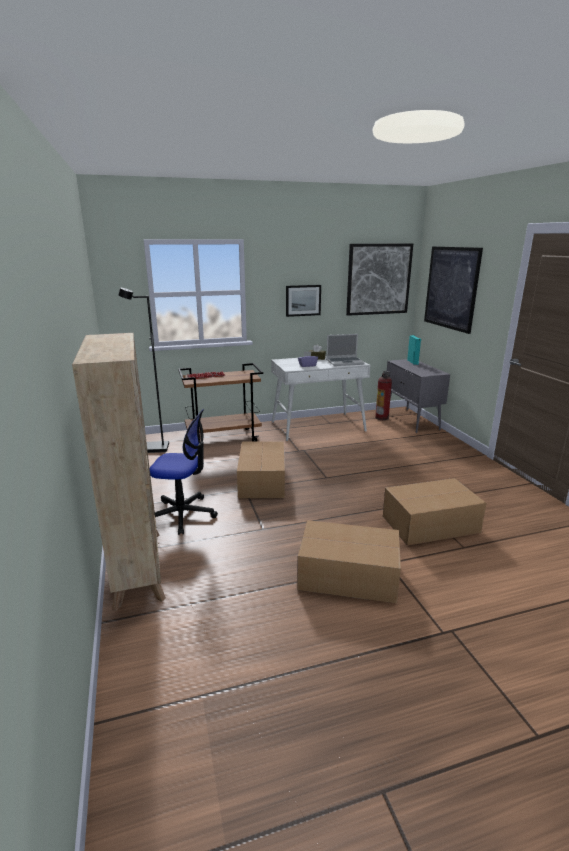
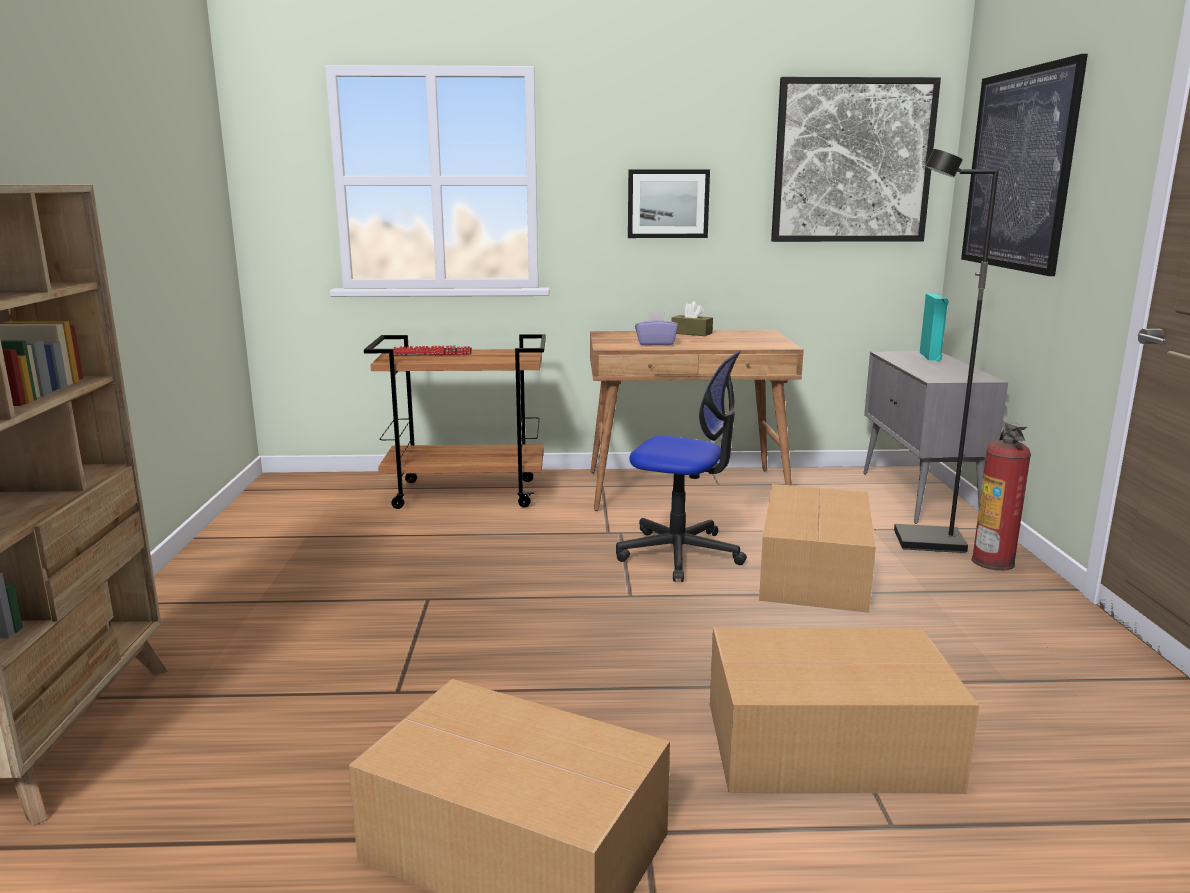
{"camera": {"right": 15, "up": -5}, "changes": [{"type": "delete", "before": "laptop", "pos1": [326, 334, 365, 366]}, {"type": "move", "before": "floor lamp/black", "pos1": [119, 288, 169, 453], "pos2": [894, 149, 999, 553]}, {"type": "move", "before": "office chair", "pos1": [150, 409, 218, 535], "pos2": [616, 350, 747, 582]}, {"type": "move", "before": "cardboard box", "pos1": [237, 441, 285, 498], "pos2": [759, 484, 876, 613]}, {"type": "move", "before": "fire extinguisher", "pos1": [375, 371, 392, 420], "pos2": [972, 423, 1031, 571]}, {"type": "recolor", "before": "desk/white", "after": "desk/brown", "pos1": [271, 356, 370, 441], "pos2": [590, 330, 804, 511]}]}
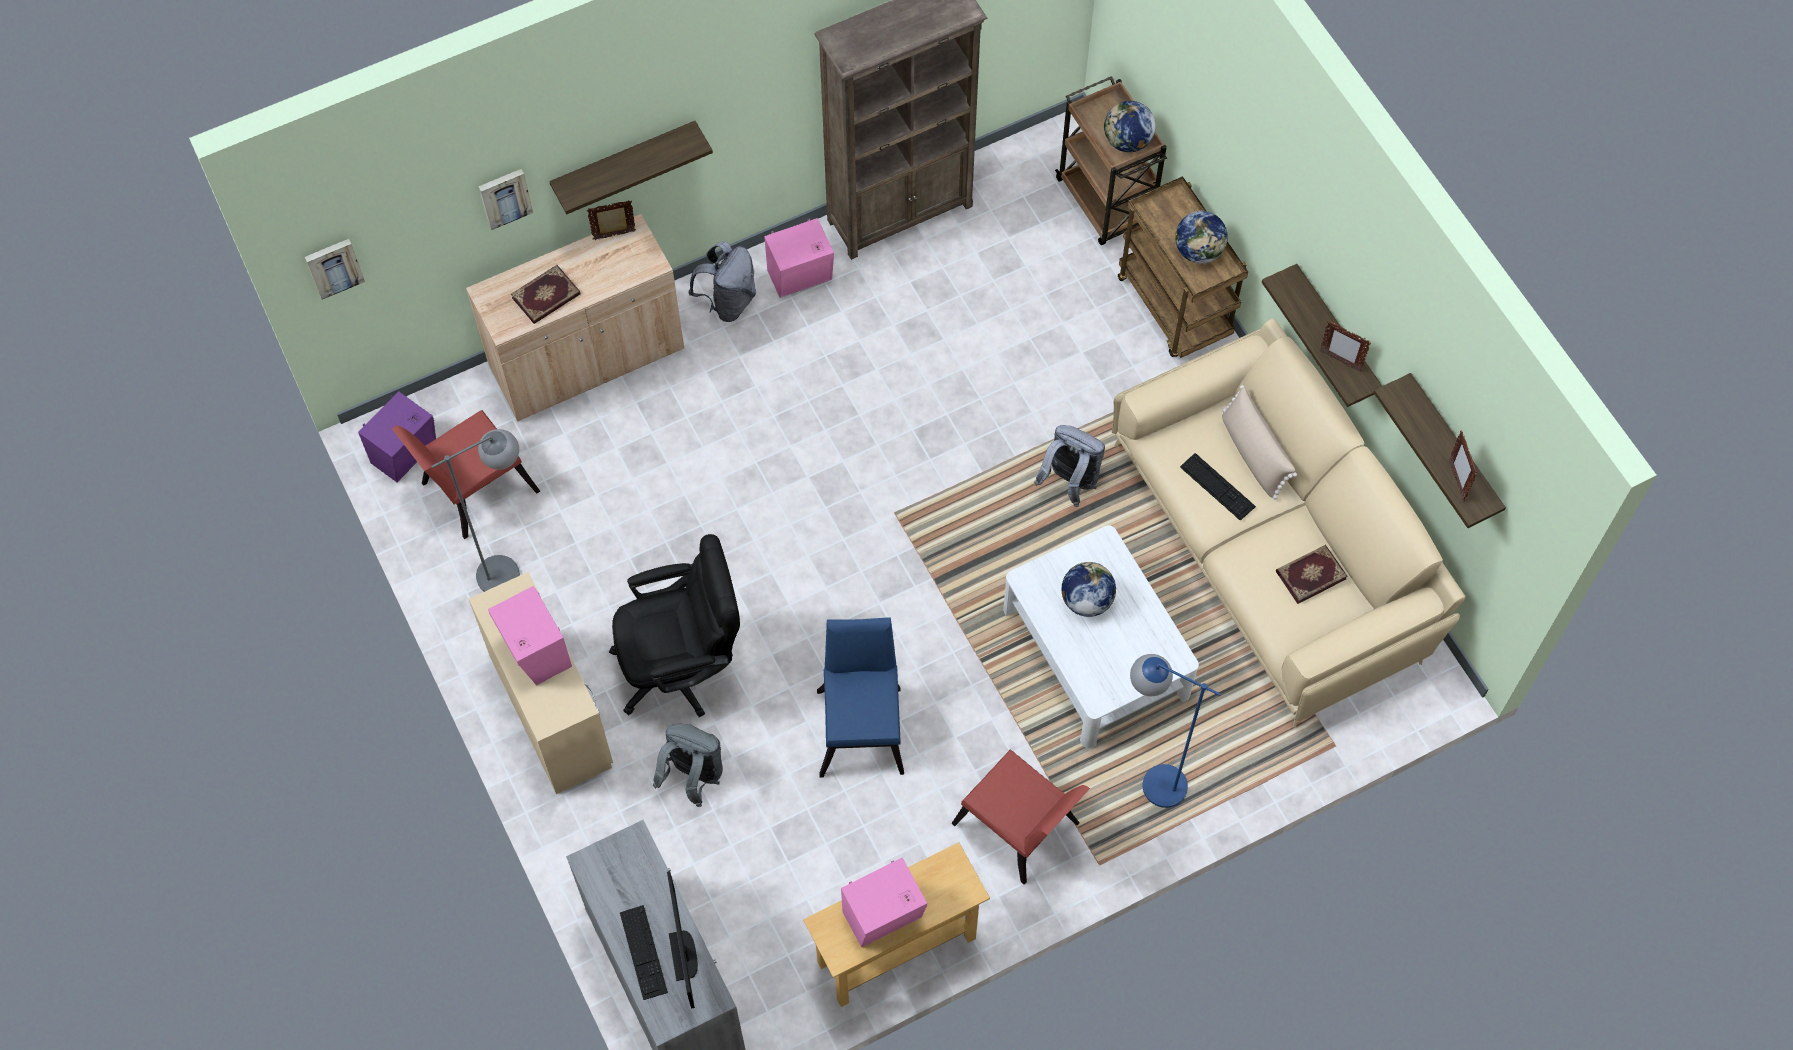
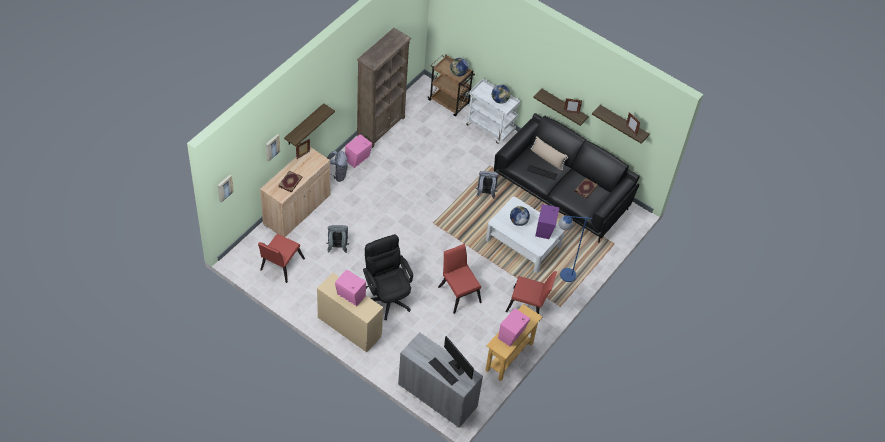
{"camera": {"right": -30, "up": -10}, "changes": [{"type": "delete", "before": "floor lamp/grey", "pos1": [431, 429, 520, 592]}, {"type": "move", "before": "speaker/purple", "pos1": [358, 391, 436, 482], "pos2": [535, 204, 559, 239]}, {"type": "move", "before": "backpack/grey", "pos1": [653, 724, 723, 807], "pos2": [326, 225, 349, 253]}, {"type": "recolor", "before": "chair/blue", "after": "chair/red", "pos1": [817, 617, 904, 778], "pos2": [438, 244, 482, 314]}, {"type": "recolor", "before": "sofa/beige", "after": "sofa/black", "pos1": [1112, 319, 1466, 728], "pos2": [494, 113, 640, 243]}, {"type": "recolor", "before": "cart/brown", "after": "cart/white", "pos1": [1118, 176, 1248, 358], "pos2": [466, 79, 520, 144]}, {"type": "rotate", "before": "office chair/black", "pos1": [609, 534, 740, 717], "pos2": [363, 234, 413, 320], "turn": -75}]}
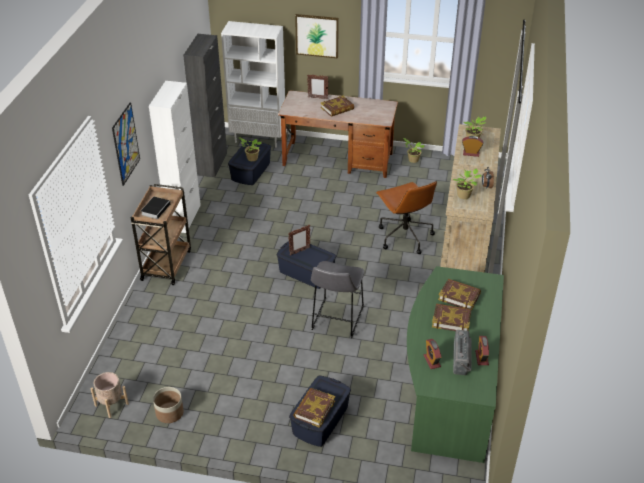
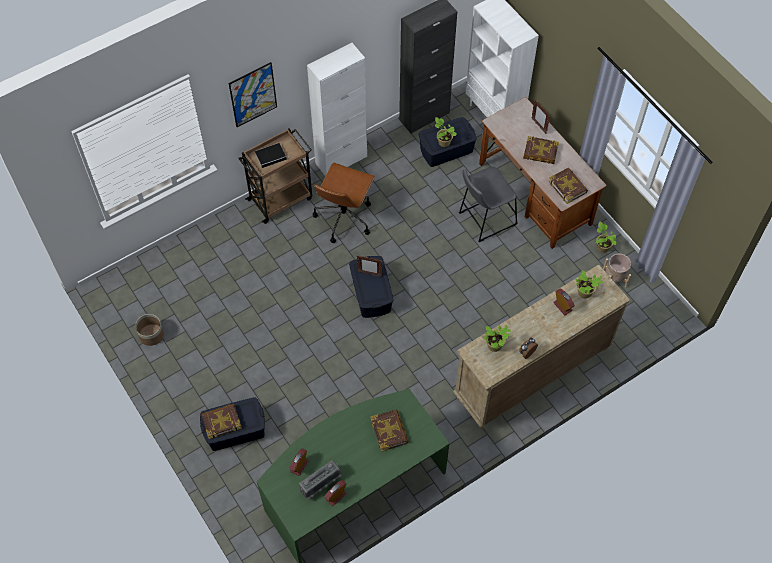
{"camera": {"right": 45, "up": 20}, "changes": [{"type": "delete", "before": "picture", "pos1": [295, 14, 339, 58]}, {"type": "move", "before": "planter/beige", "pos1": [90, 372, 129, 418], "pos2": [603, 254, 631, 288]}, {"type": "move", "before": "stool/grey", "pos1": [311, 261, 365, 338], "pos2": [459, 167, 518, 242]}, {"type": "move", "before": "office chair/brown", "pos1": [376, 181, 437, 254], "pos2": [313, 163, 375, 243]}, {"type": "move", "before": "book", "pos1": [432, 304, 471, 331], "pos2": [548, 167, 588, 204]}]}
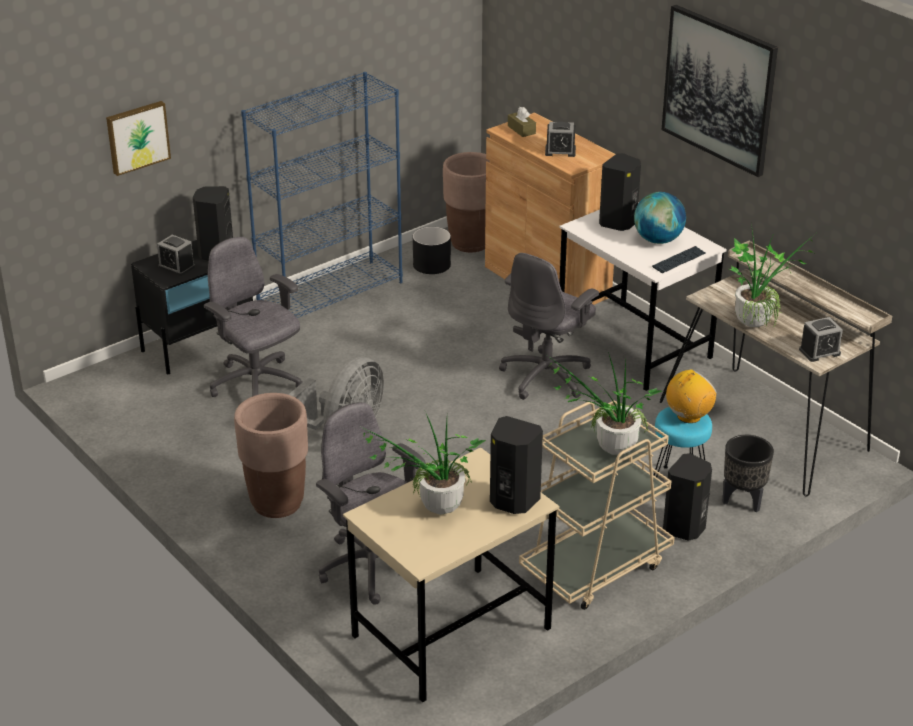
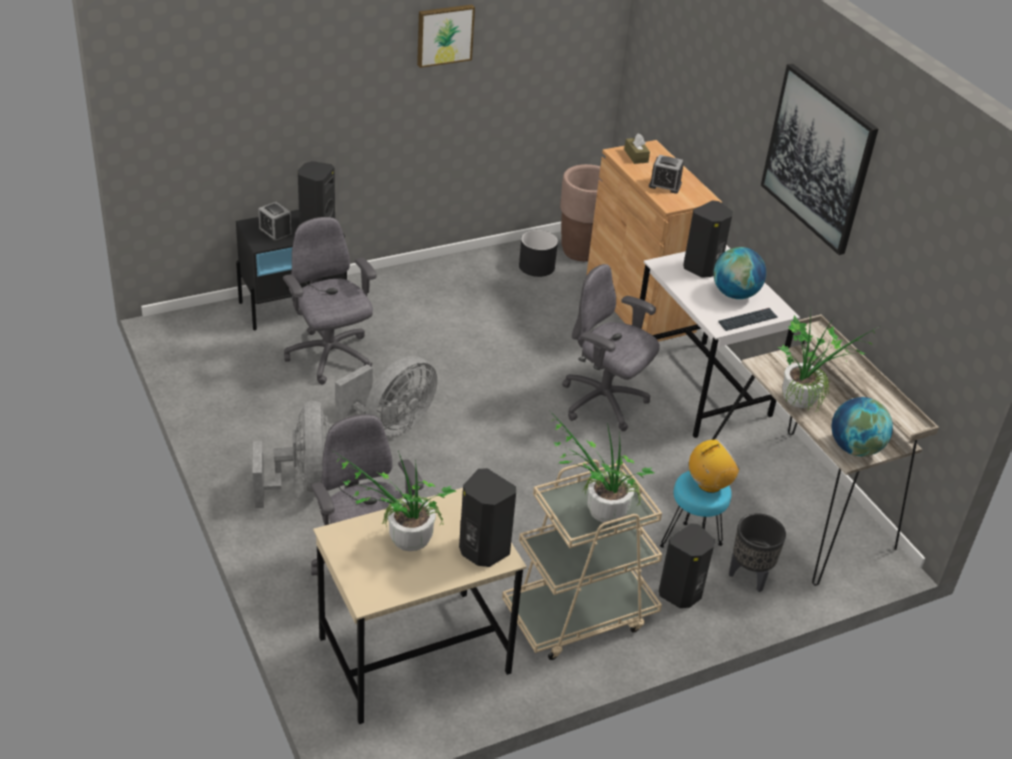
{"camera": {"right": 10, "up": 5}, "changes": [{"type": "delete", "before": "bookcase/blue", "pos1": [241, 72, 403, 318]}, {"type": "move", "before": "picture", "pos1": [106, 101, 171, 176], "pos2": [417, 4, 475, 68]}, {"type": "replace", "before": "planter/brown", "after": "fan/grey", "pos1": [234, 393, 308, 518], "pos2": [253, 401, 330, 508]}, {"type": "replace", "before": "alarm clock", "after": "globe", "pos1": [799, 317, 843, 362], "pos2": [832, 397, 893, 456]}, {"type": "rotate", "before": "office chair/grey", "pos1": [499, 253, 599, 400], "pos2": [562, 264, 660, 431], "turn": 75}]}
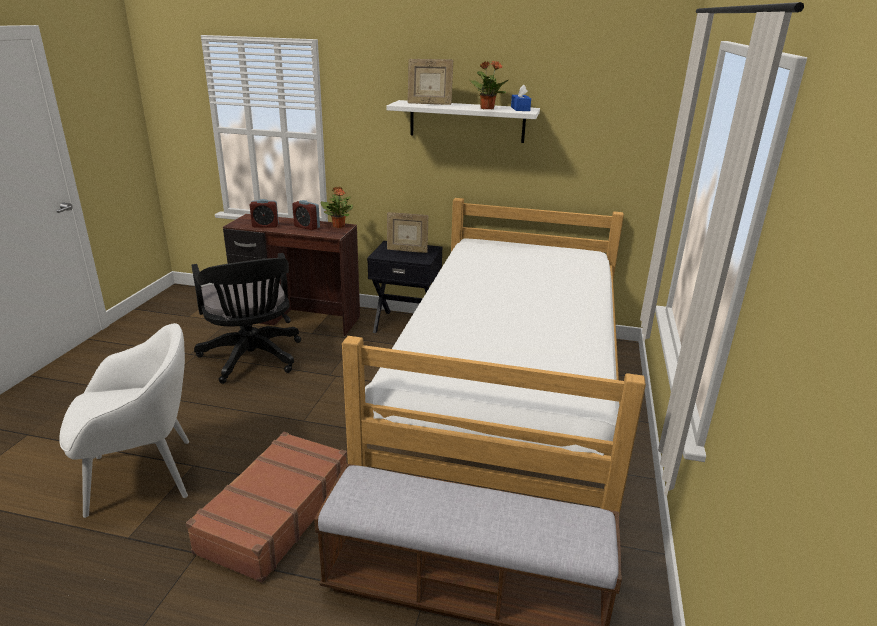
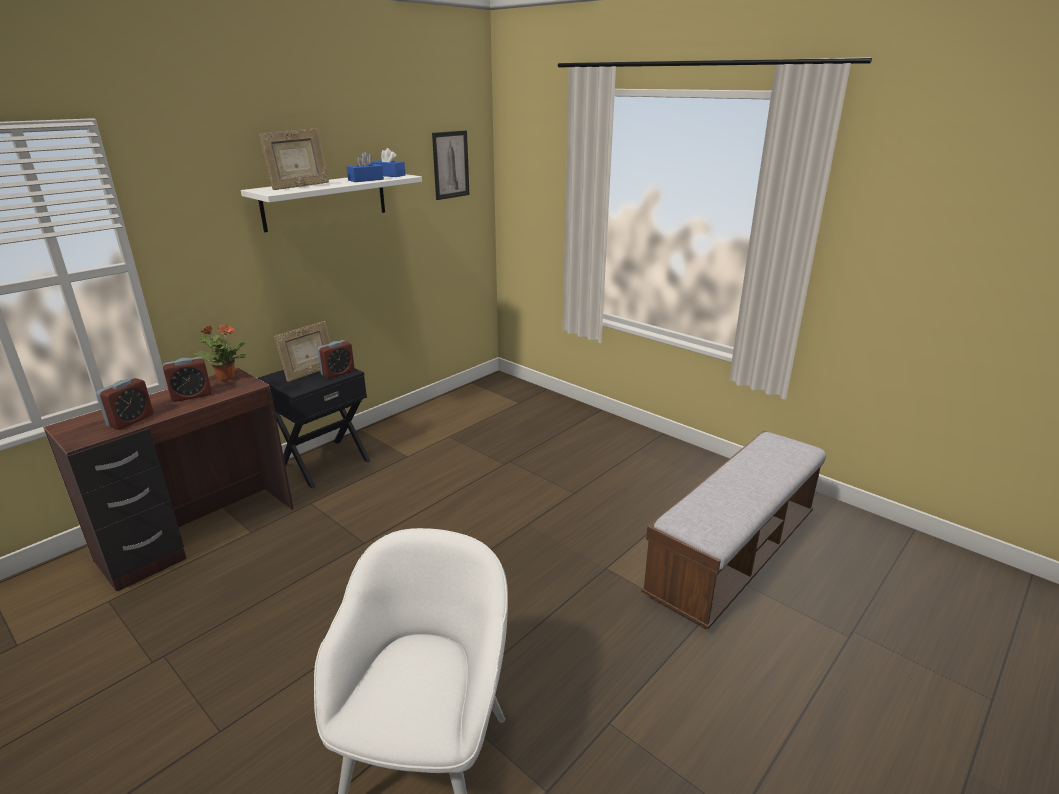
{"camera": {"right": -60, "up": 0}, "changes": [{"type": "delete", "before": "suitcase/brown", "pos1": [186, 432, 347, 583]}, {"type": "delete", "before": "office chair/black", "pos1": [191, 253, 301, 384]}, {"type": "delete", "before": "bed", "pos1": [342, 198, 646, 514]}, {"type": "insert", "after": "alarm clock", "pos2": [317, 340, 355, 379]}, {"type": "insert", "after": "picture", "pos2": [432, 130, 469, 200]}, {"type": "replace", "before": "potted plant", "after": "tissue box/blue", "pos1": [469, 61, 508, 110], "pos2": [347, 152, 384, 182]}]}
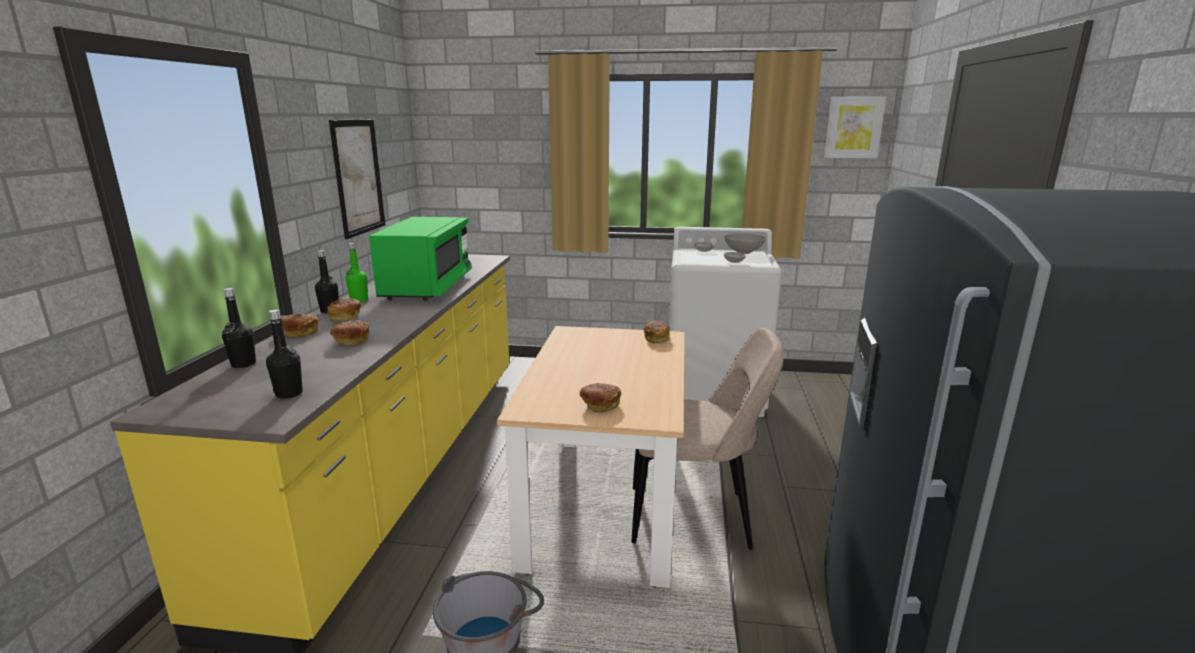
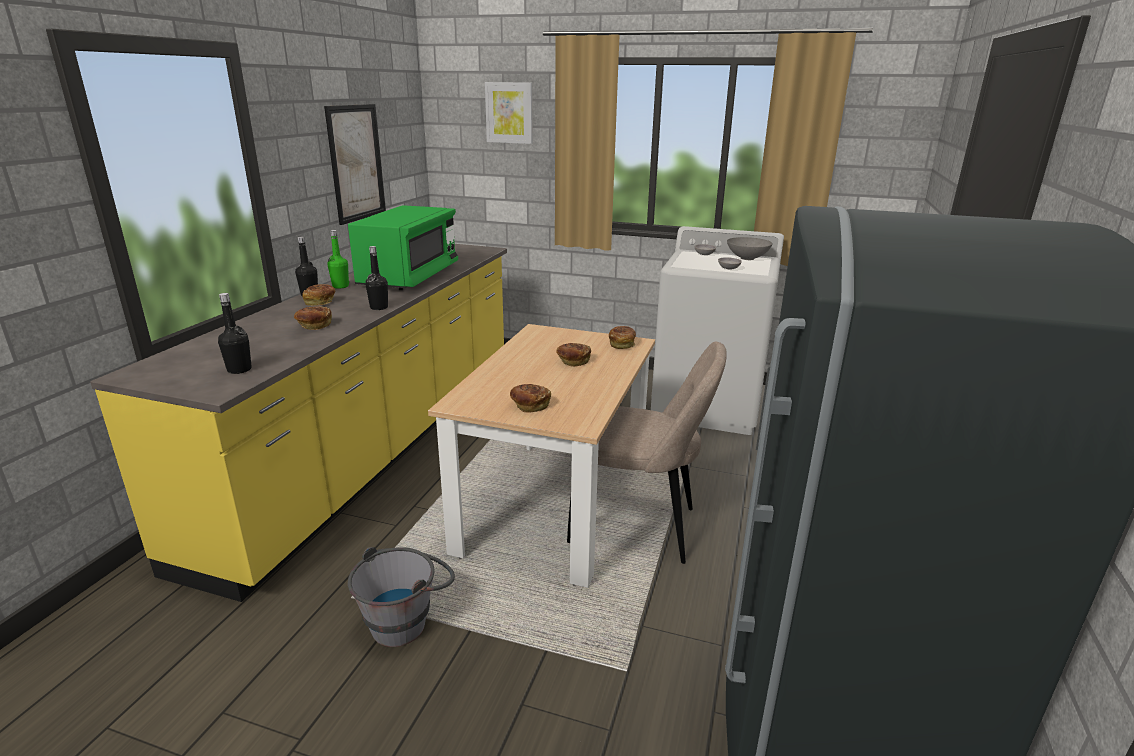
{"camera": {"right": 10, "up": 5}, "changes": [{"type": "move", "before": "bottle/black", "pos1": [222, 288, 256, 368], "pos2": [365, 246, 388, 310]}, {"type": "move", "before": "bread", "pos1": [281, 314, 318, 338], "pos2": [556, 343, 591, 367]}, {"type": "move", "before": "picture", "pos1": [824, 96, 886, 158], "pos2": [485, 82, 533, 144]}]}
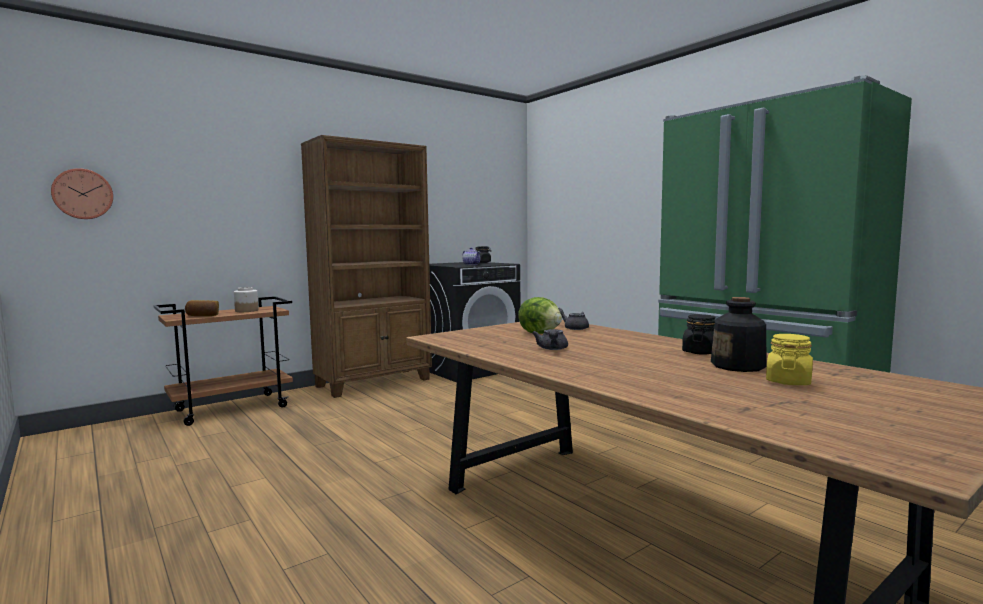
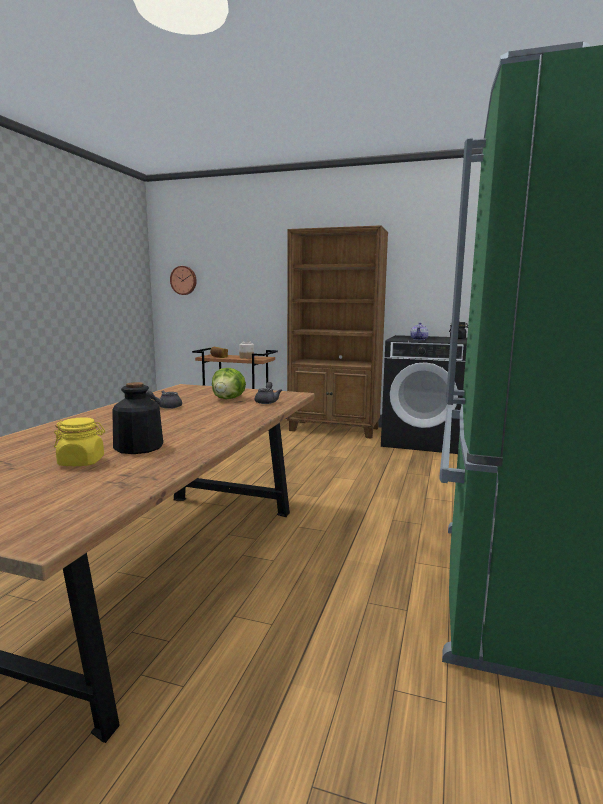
{"camera": {"right": 55, "up": 5}, "changes": [{"type": "delete", "before": "jar/black", "pos1": [682, 314, 716, 355]}]}
